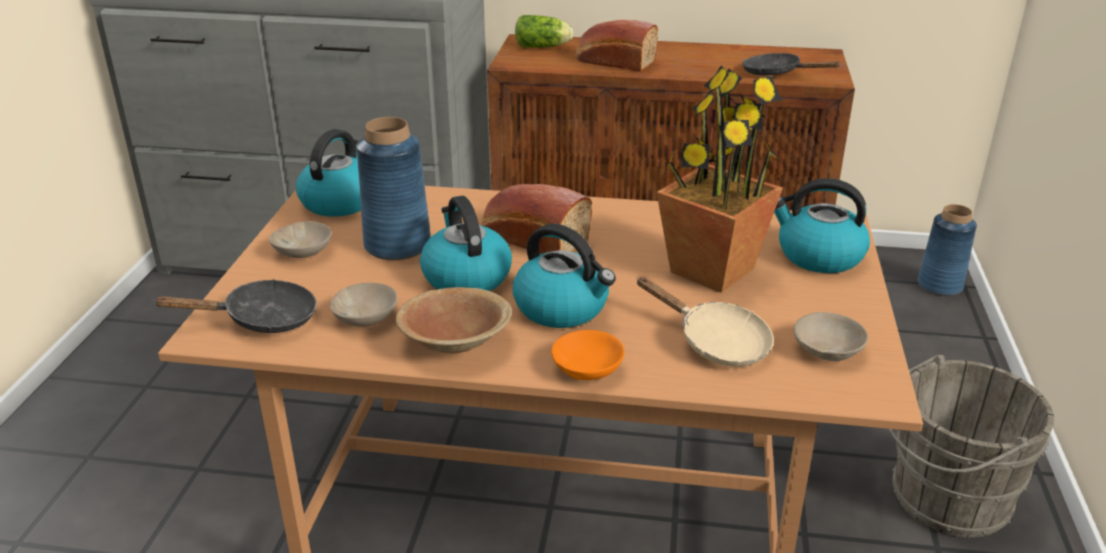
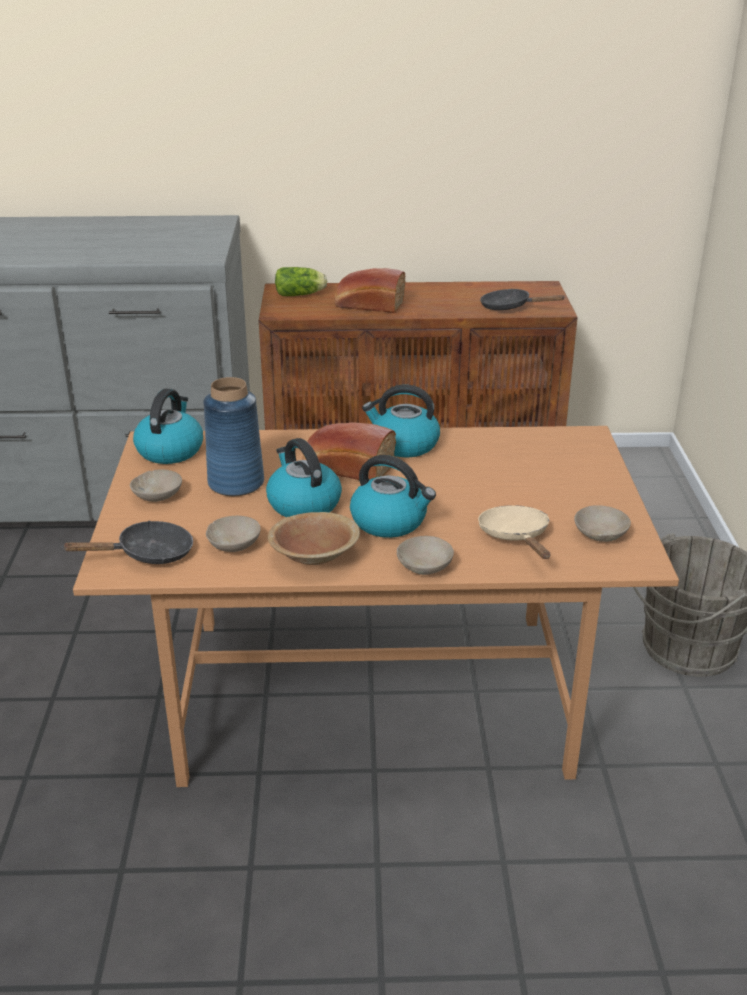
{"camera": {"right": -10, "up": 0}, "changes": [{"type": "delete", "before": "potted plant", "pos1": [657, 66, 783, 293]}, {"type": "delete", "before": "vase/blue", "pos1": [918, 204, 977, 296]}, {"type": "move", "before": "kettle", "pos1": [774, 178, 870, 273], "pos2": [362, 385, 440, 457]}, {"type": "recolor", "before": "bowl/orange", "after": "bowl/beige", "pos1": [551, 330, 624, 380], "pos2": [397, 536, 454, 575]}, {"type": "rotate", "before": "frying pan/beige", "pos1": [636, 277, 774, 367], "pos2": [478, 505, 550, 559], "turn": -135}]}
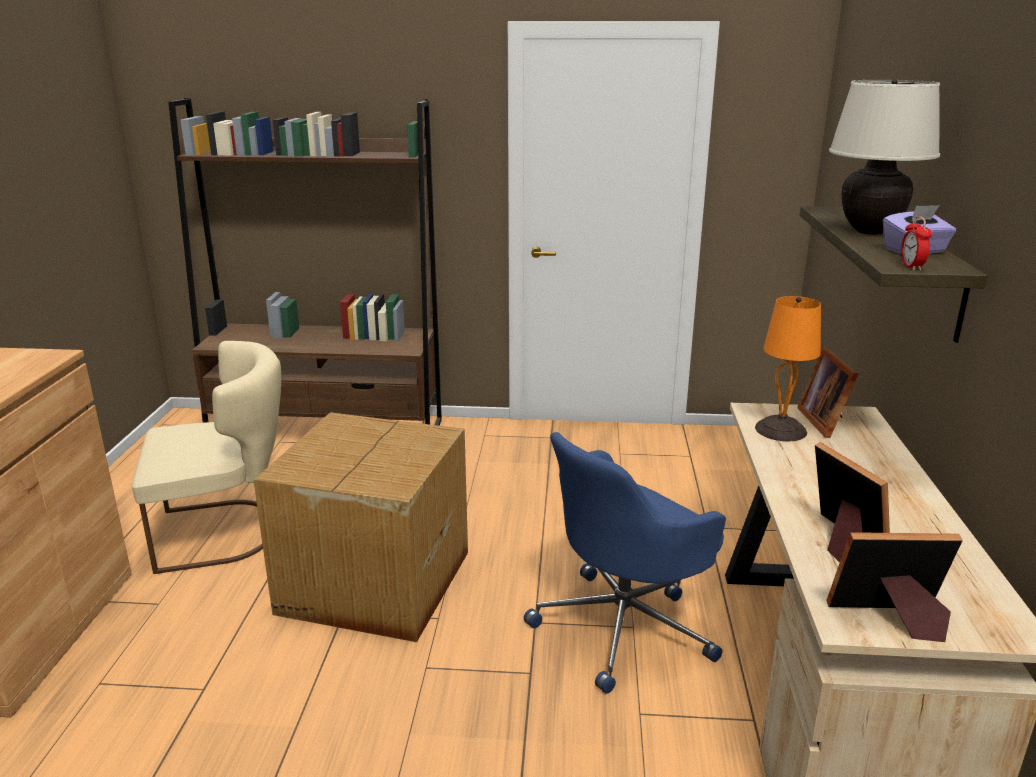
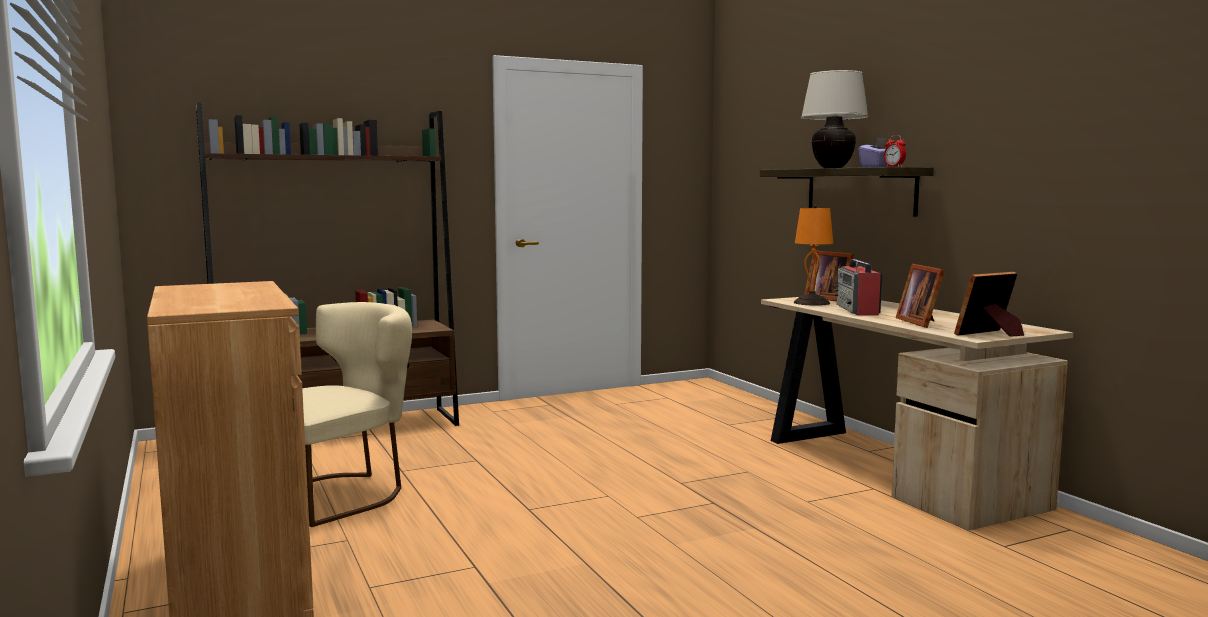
{"camera": {"right": -30, "up": -15}, "changes": [{"type": "delete", "before": "cardboard box", "pos1": [253, 412, 468, 642]}, {"type": "delete", "before": "office chair/blue", "pos1": [524, 432, 726, 694]}, {"type": "insert", "after": "radio", "pos2": [835, 259, 882, 316]}, {"type": "rotate", "before": "picture frame", "pos1": [815, 442, 890, 562], "pos2": [896, 264, 945, 328], "turn": -135}]}
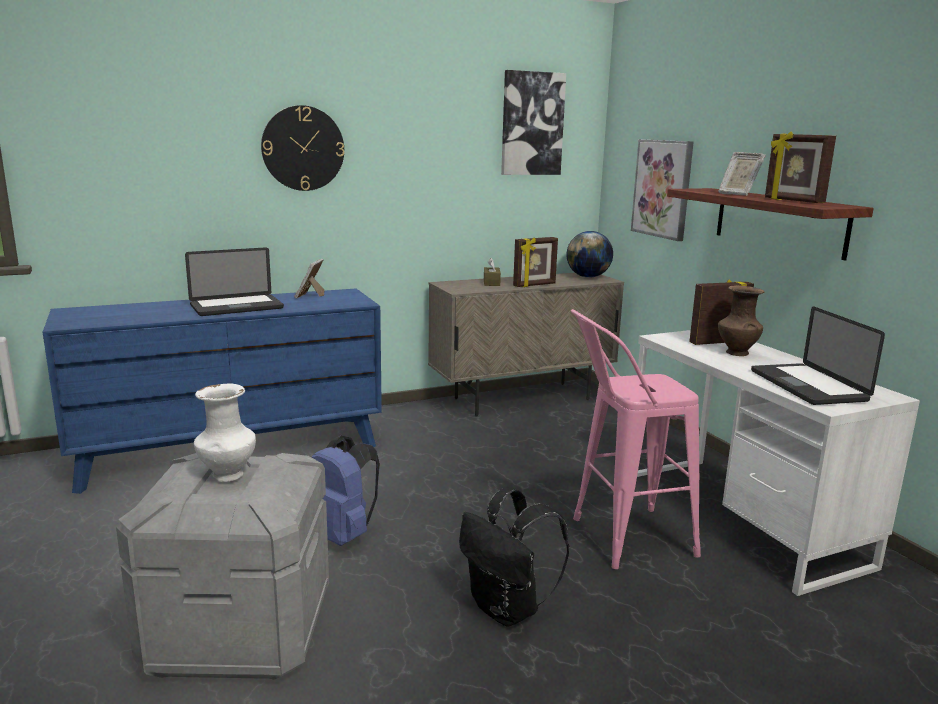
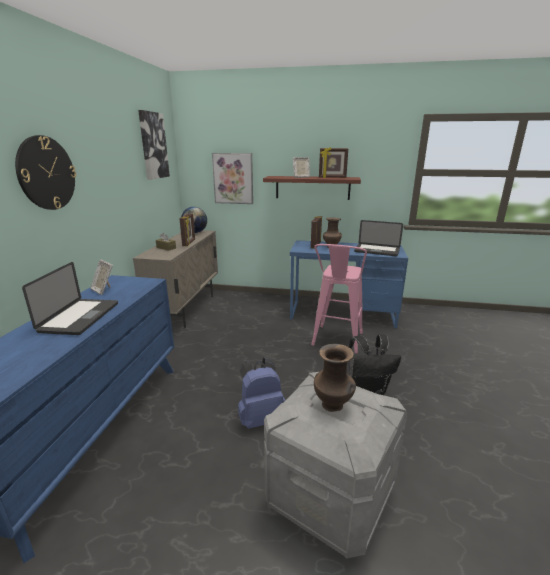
{"camera": {"right": -55, "up": 5}, "changes": [{"type": "recolor", "before": "vase/white", "after": "vase/brown", "pos1": [194, 384, 256, 482], "pos2": [314, 344, 356, 412]}, {"type": "recolor", "before": "desk/white", "after": "desk/blue", "pos1": [637, 330, 920, 596], "pos2": [290, 240, 408, 328]}]}
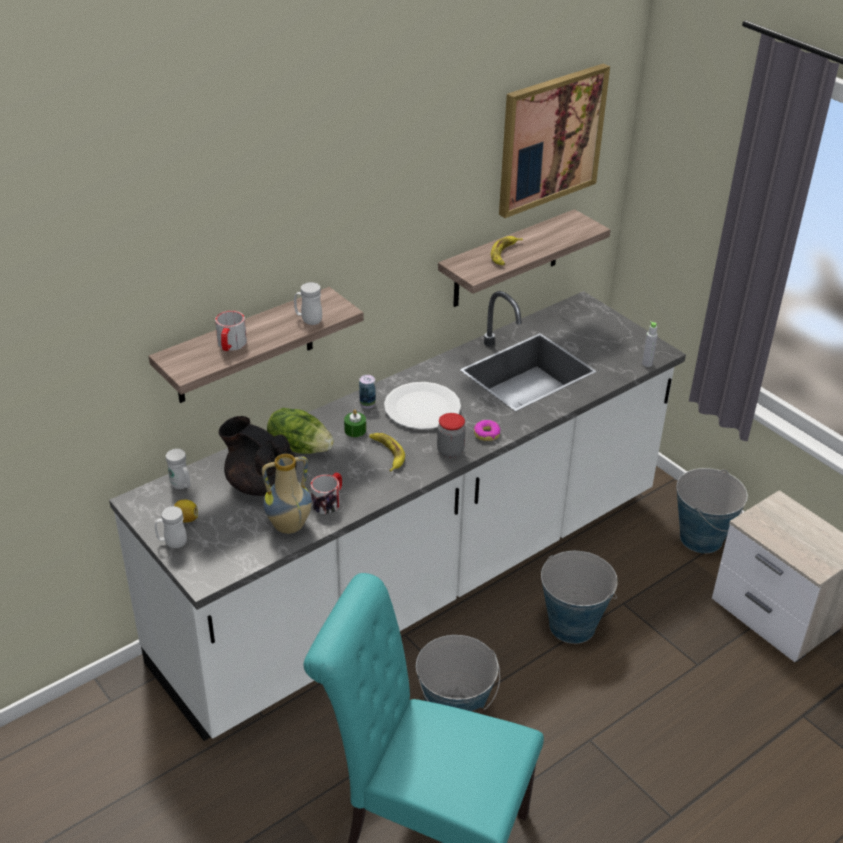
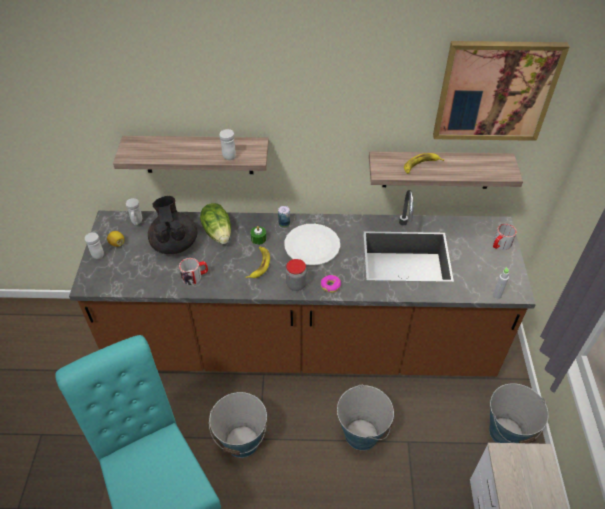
{"camera": {"right": 40, "up": 10}, "changes": [{"type": "delete", "before": "vase", "pos1": [262, 454, 312, 534]}, {"type": "move", "before": "mug", "pos1": [215, 311, 247, 351], "pos2": [493, 224, 517, 250]}, {"type": "recolor", "before": "counter/white", "after": "counter/brown", "pos1": [109, 291, 686, 741], "pos2": [69, 190, 536, 377]}]}
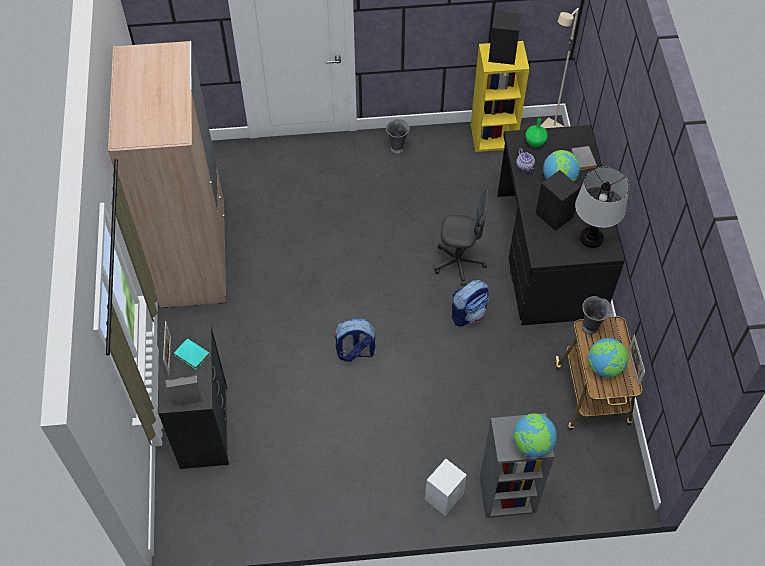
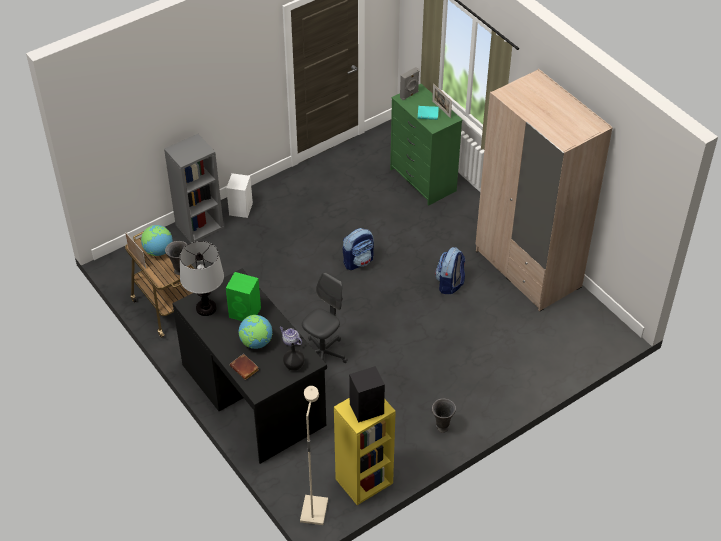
{"camera": {"right": 150, "up": -10}, "changes": [{"type": "delete", "before": "globe", "pos1": [513, 413, 557, 457]}, {"type": "move", "before": "backpack", "pos1": [452, 280, 489, 327], "pos2": [435, 247, 465, 294]}, {"type": "recolor", "before": "dresser/black", "after": "dresser/green", "pos1": [158, 324, 229, 469], "pos2": [390, 84, 463, 206]}, {"type": "recolor", "before": "vase/green", "after": "vase/black", "pos1": [525, 118, 548, 147], "pos2": [283, 343, 305, 371]}, {"type": "recolor", "before": "speaker/black", "after": "speaker/green", "pos1": [535, 170, 581, 231], "pos2": [226, 272, 261, 321]}, {"type": "recolor", "before": "book/grey", "after": "book/brown", "pos1": [571, 146, 597, 170], "pos2": [230, 354, 259, 380]}, {"type": "rotate", "before": "office chair/grey", "pos1": [434, 190, 488, 286], "pos2": [302, 272, 348, 363], "turn": 150}]}
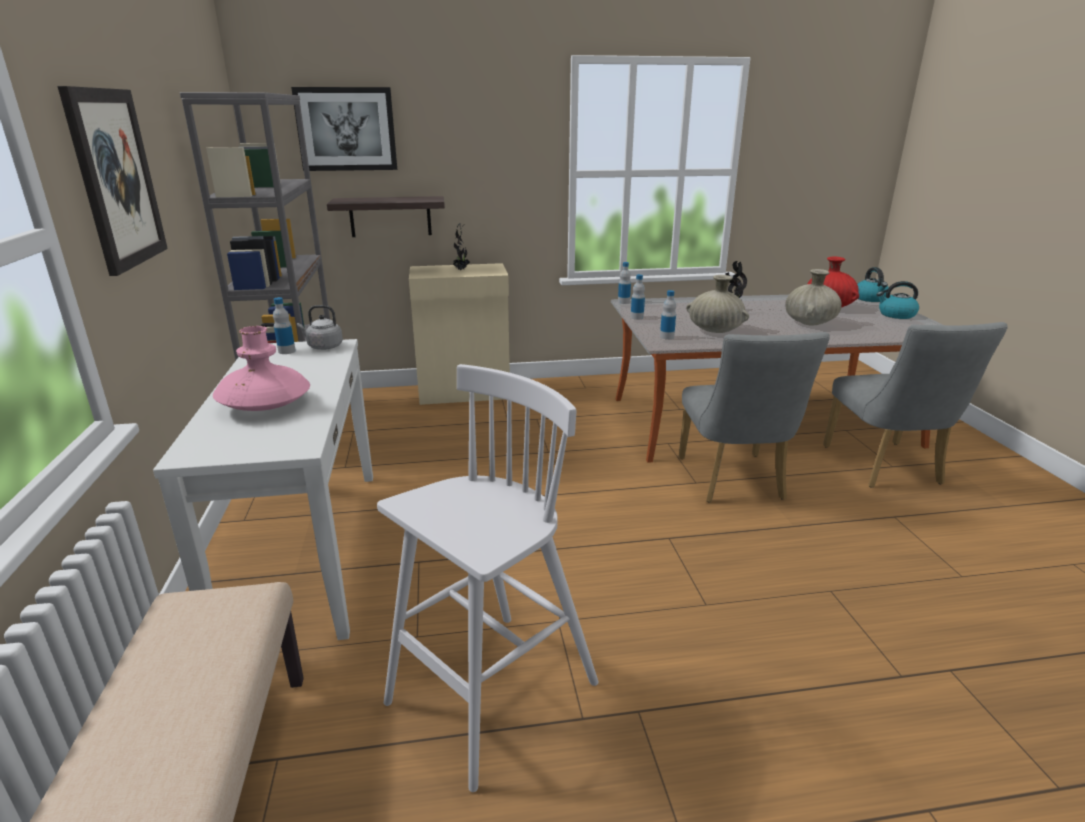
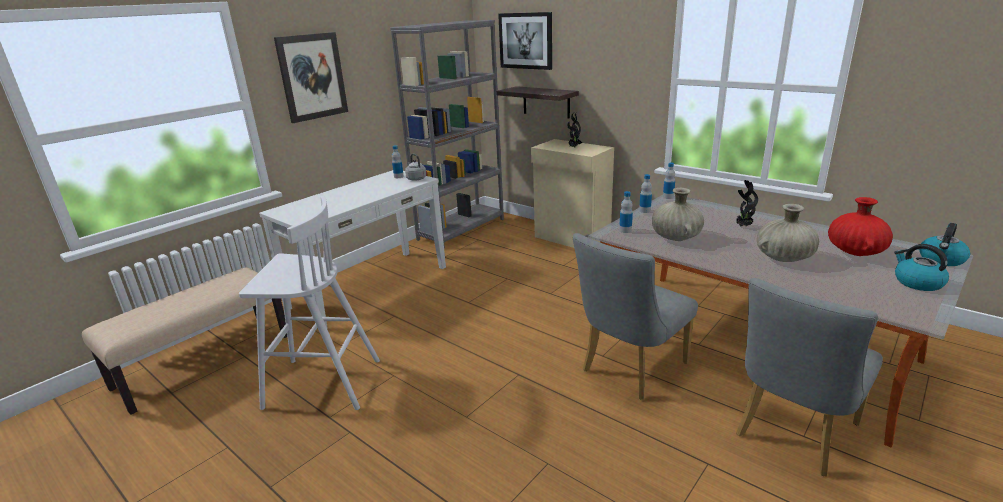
{"camera": {"right": 50, "up": 0}, "changes": [{"type": "delete", "before": "vase/pink", "pos1": [213, 326, 310, 411]}]}
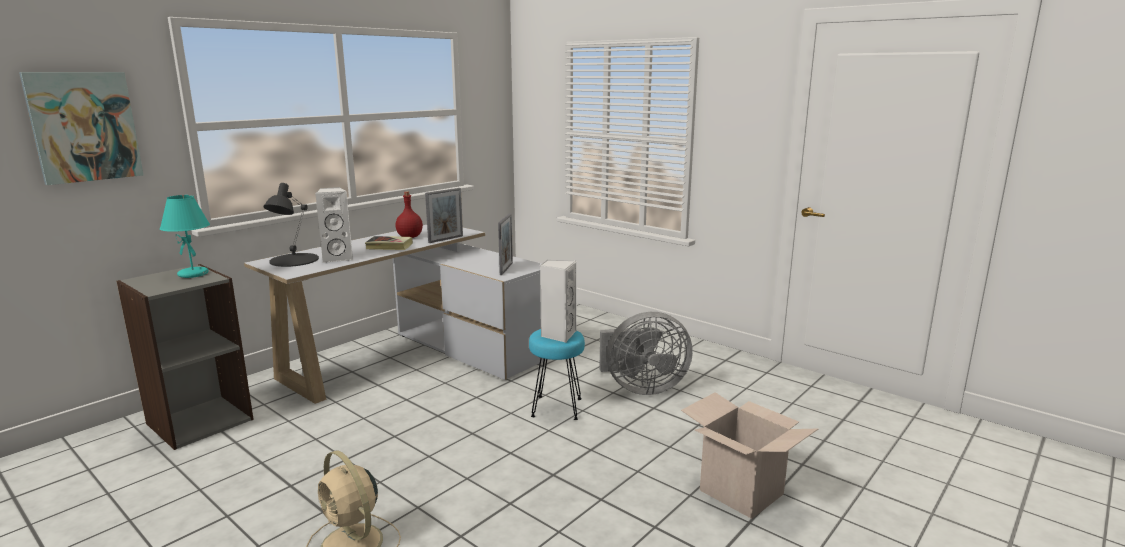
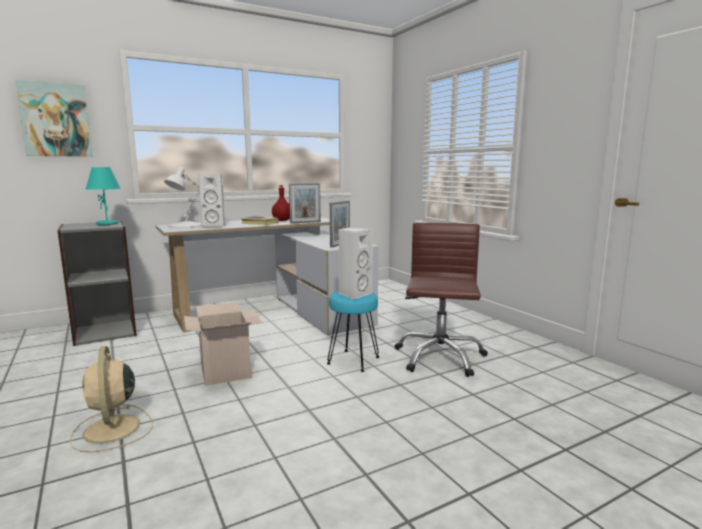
{"camera": {"right": 20, "up": -5}, "changes": [{"type": "move", "before": "cardboard box", "pos1": [681, 392, 818, 519], "pos2": [184, 302, 262, 386]}, {"type": "replace", "before": "fan/grey", "after": "office chair/brown", "pos1": [599, 312, 693, 395], "pos2": [395, 223, 488, 377]}, {"type": "recolor", "before": "table lamp/black", "after": "table lamp/white", "pos1": [263, 183, 319, 267], "pos2": [164, 167, 202, 228]}]}
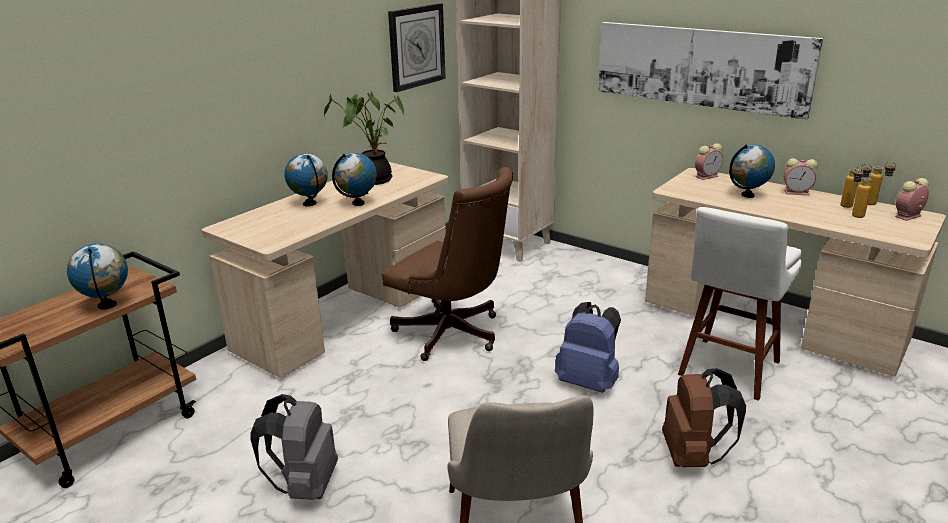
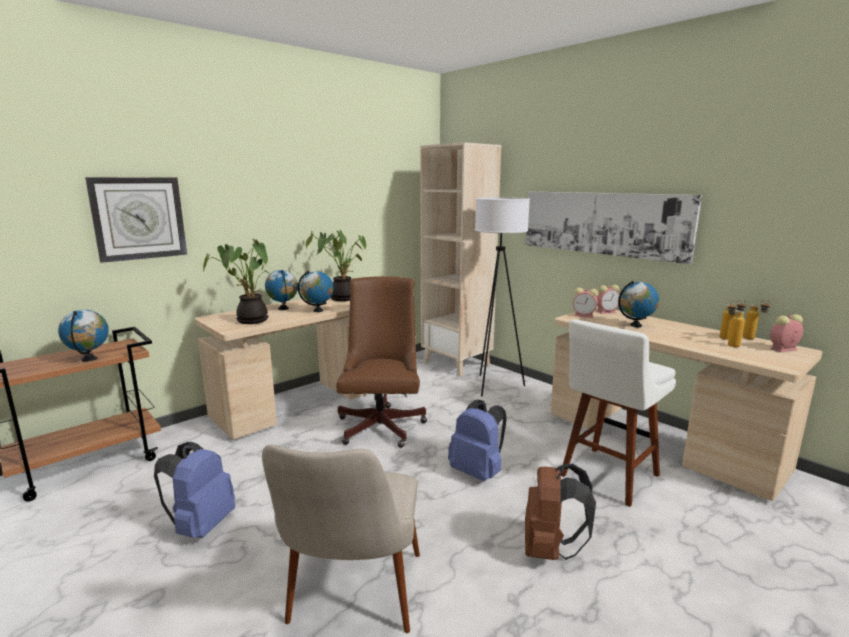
{"camera": {"right": 10, "up": -10}, "changes": [{"type": "insert", "after": "potted plant", "pos2": [203, 239, 270, 324]}, {"type": "insert", "after": "floor lamp/white", "pos2": [475, 197, 530, 396]}, {"type": "move", "before": "wall clock", "pos1": [388, 3, 446, 92], "pos2": [85, 177, 187, 263]}, {"type": "move", "before": "alarm clock", "pos1": [784, 158, 818, 196], "pos2": [573, 288, 598, 318]}, {"type": "recolor", "before": "backpack/grey", "after": "backpack/blue", "pos1": [250, 394, 338, 500], "pos2": [154, 442, 235, 538]}, {"type": "rotate", "before": "office chair/brown", "pos1": [382, 167, 513, 361], "pos2": [337, 276, 427, 448], "turn": -135}]}
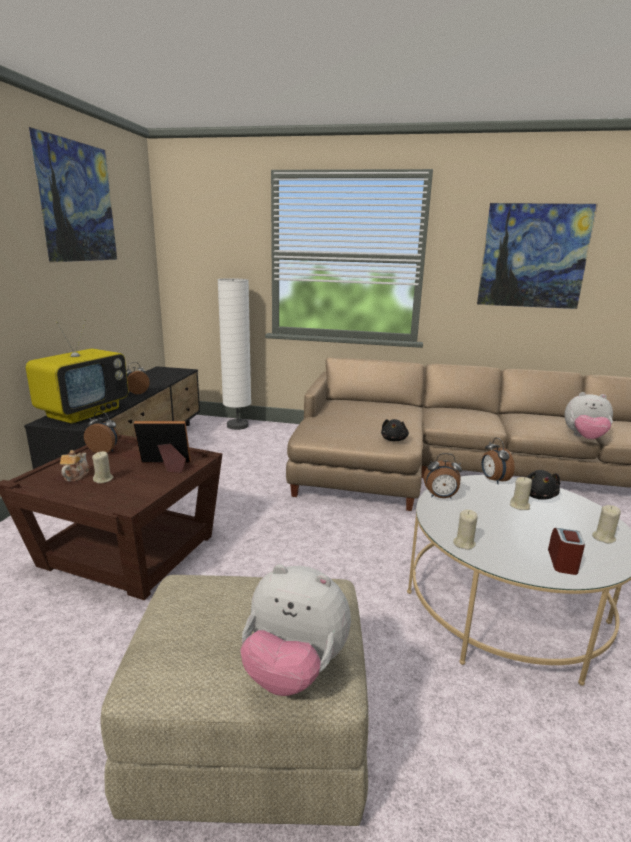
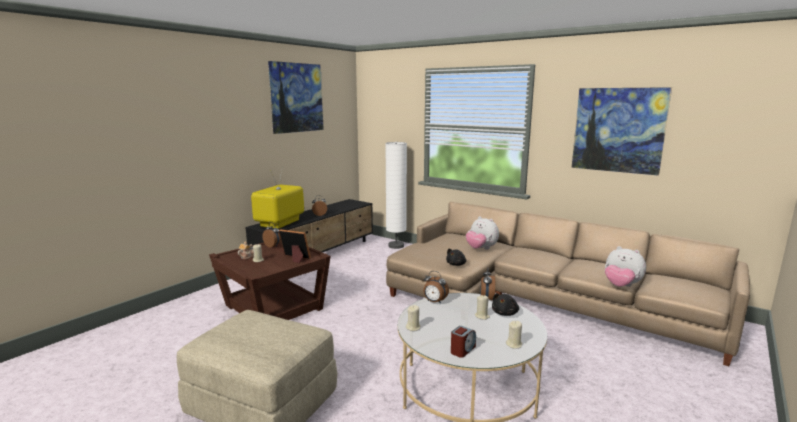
{"camera": {"right": 25, "up": -5}, "changes": [{"type": "move", "before": "plush toy", "pos1": [240, 564, 351, 696], "pos2": [466, 216, 499, 250]}, {"type": "rotate", "before": "television", "pos1": [26, 319, 128, 424], "pos2": [251, 167, 304, 229], "turn": 150}]}
